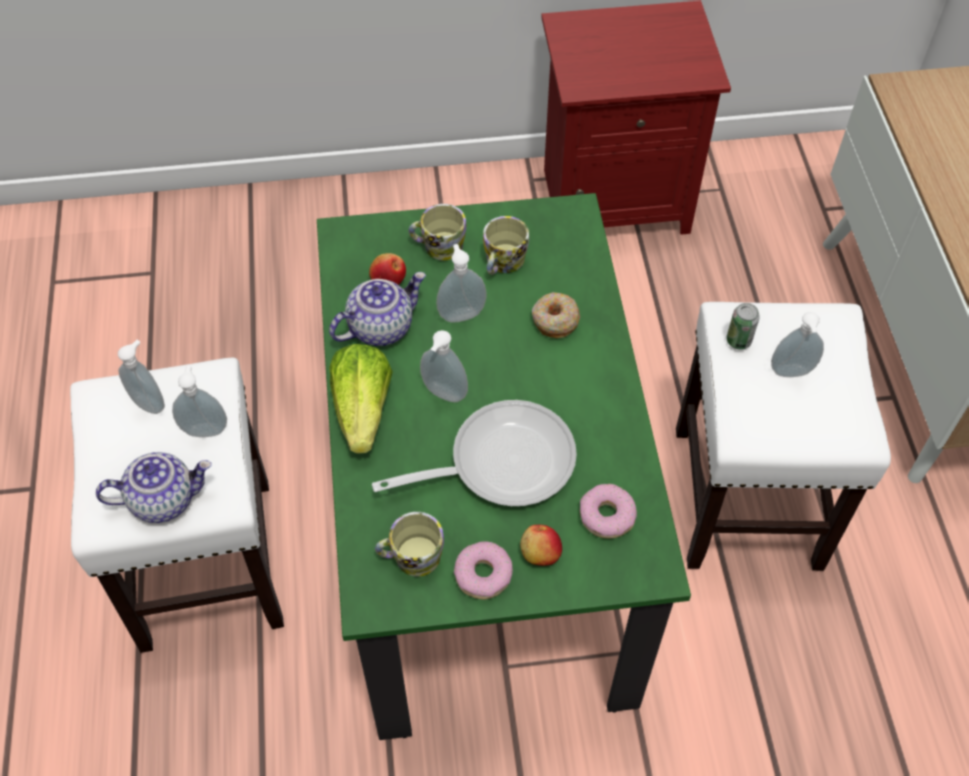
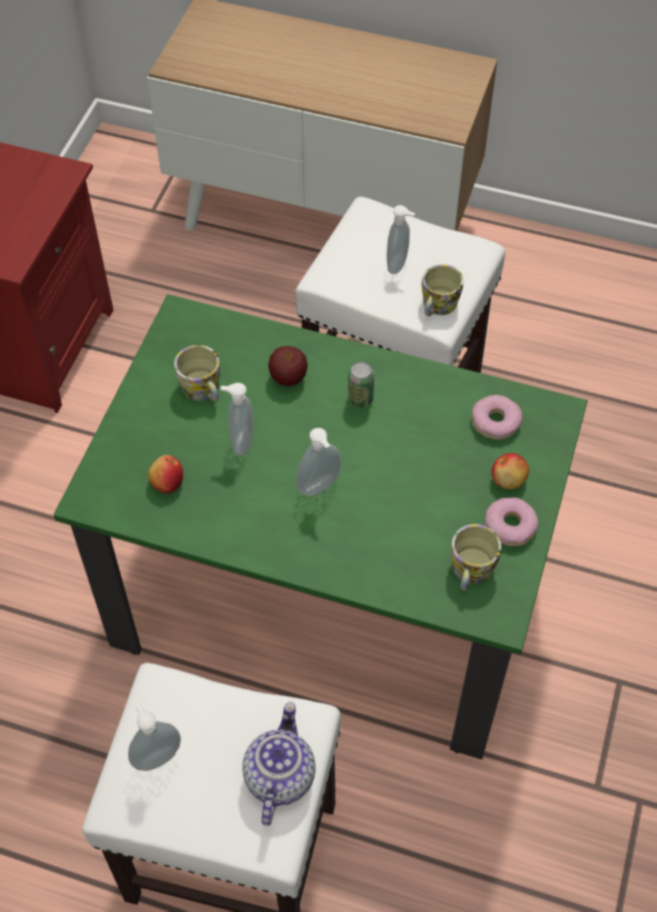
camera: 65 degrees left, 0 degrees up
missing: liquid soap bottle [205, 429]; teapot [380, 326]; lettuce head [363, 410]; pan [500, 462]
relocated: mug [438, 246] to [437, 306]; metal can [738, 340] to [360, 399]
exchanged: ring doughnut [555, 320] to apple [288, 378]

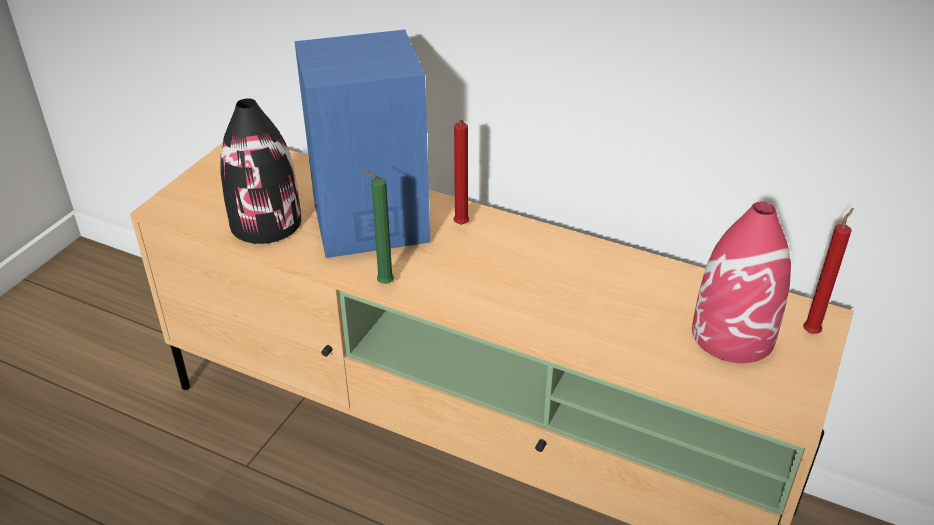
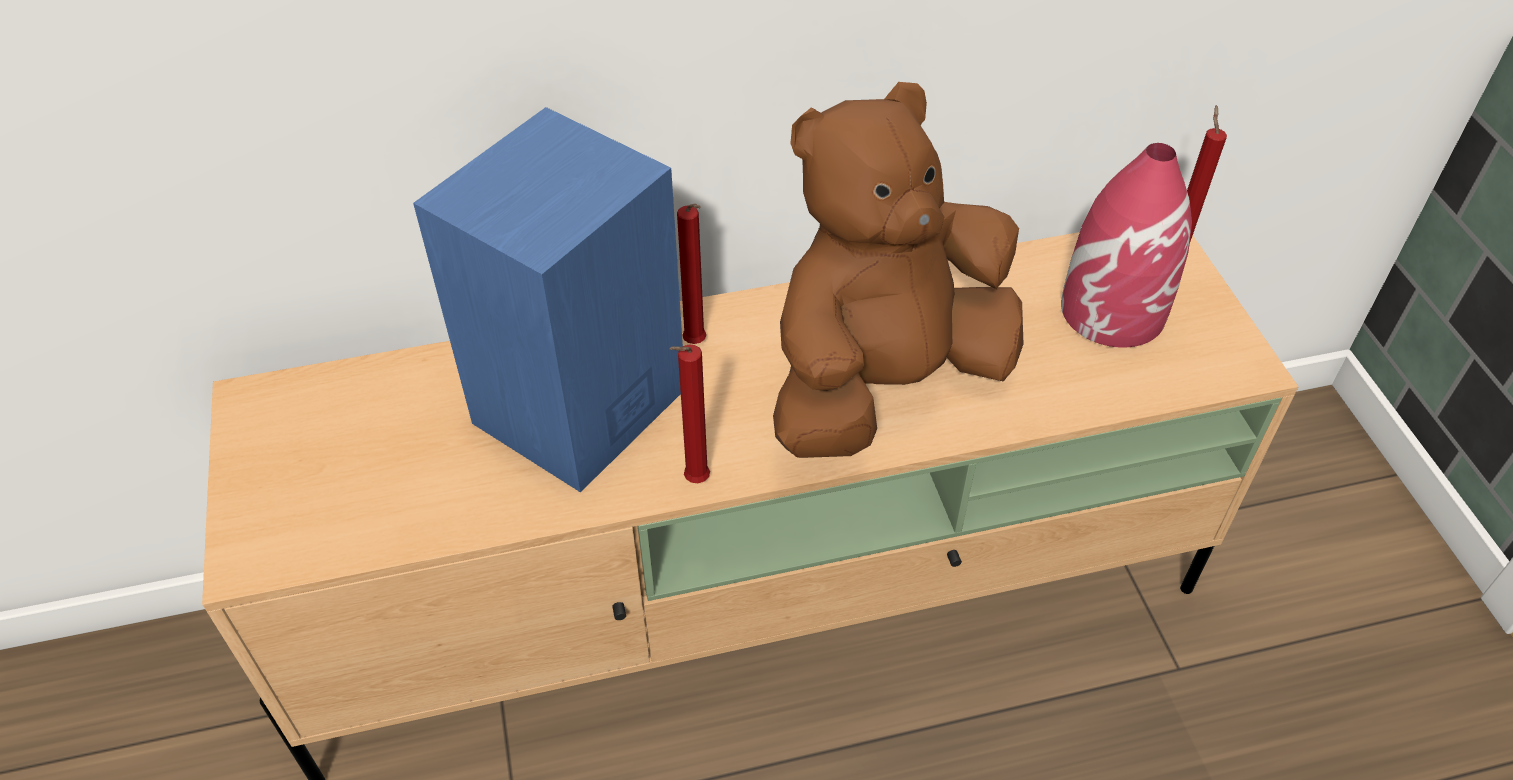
camera: 40 degrees left, 10 degrees up
missing: vase (black) [266, 222]
appeared: cuddly toy (brown-coloured) [883, 382]
colour: candle (greenish) [382, 283] to candle (red-coloured) [693, 482]

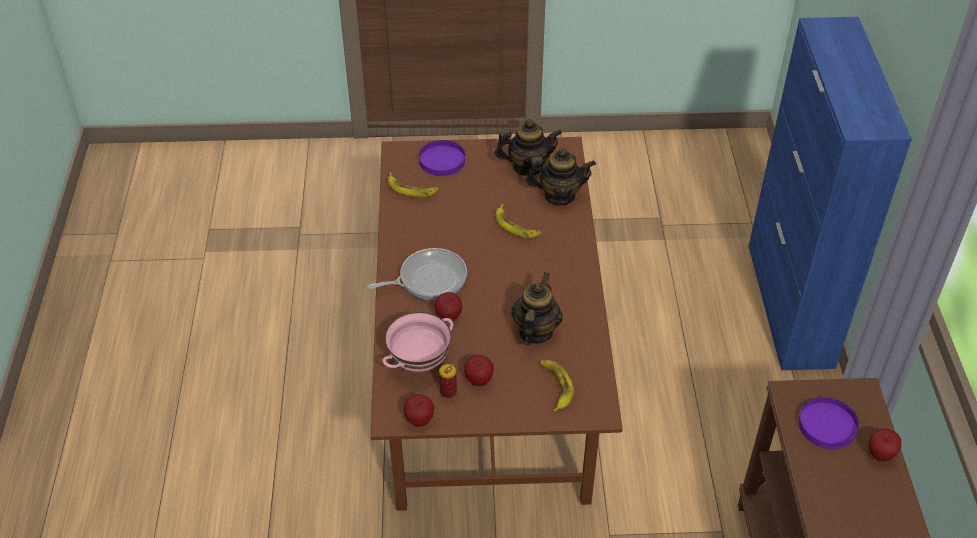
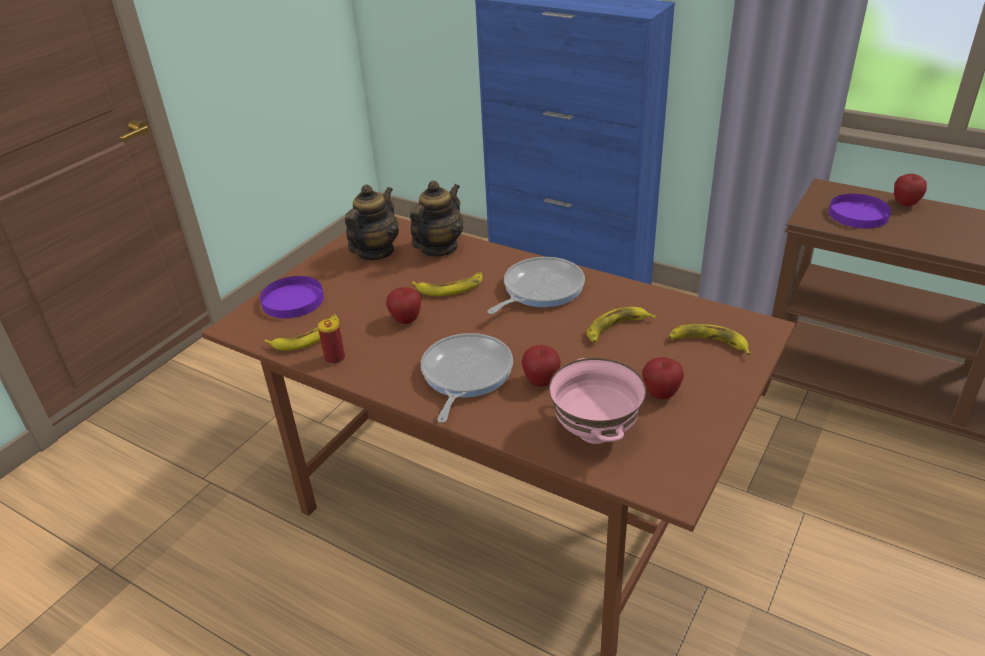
camera: 55 degrees left, 10 degrees down
appeared: pan [539, 289]
relocated: apple [419, 420] to [406, 320]; metal can [448, 392] to [335, 358]
exchanged: teapot [535, 331] to banana fruit [616, 329]

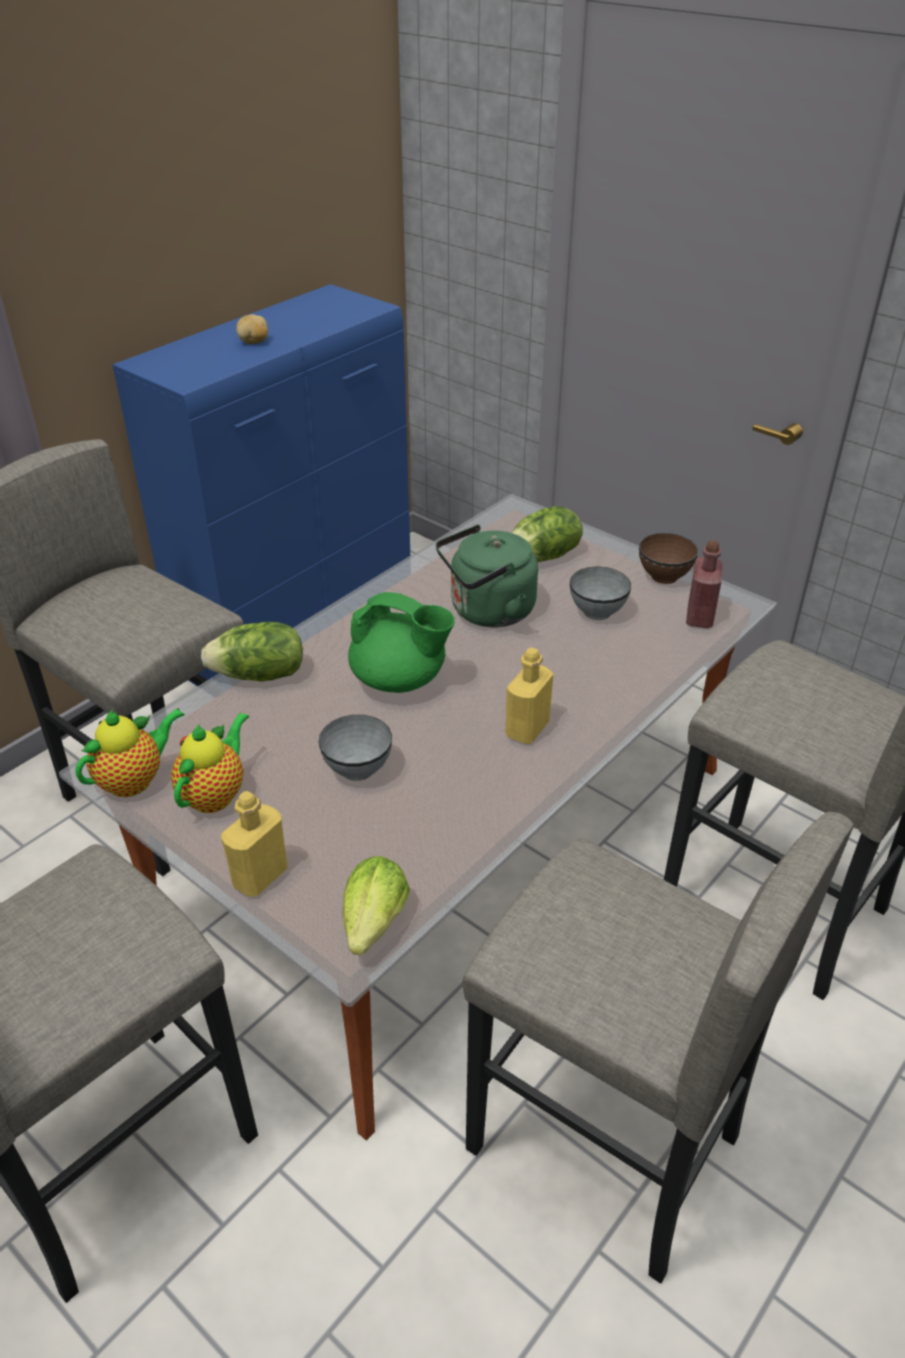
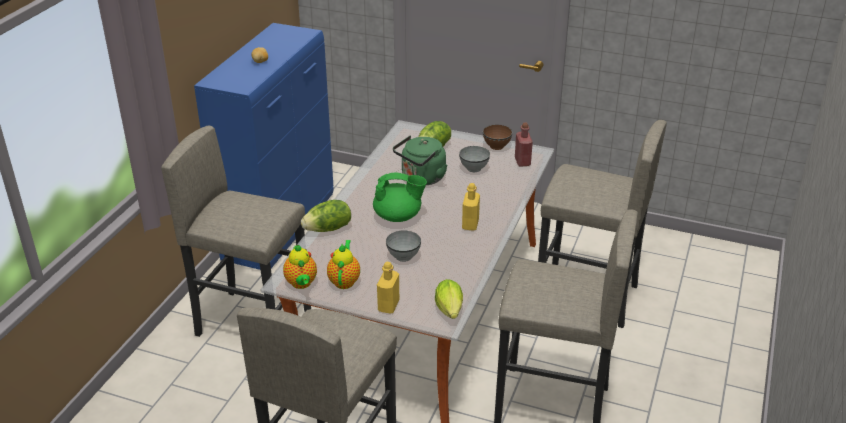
camera: 20 degrees left, 5 degrees down
spun: teapot [135, 780] = [301, 284] 135 degrees clockwise

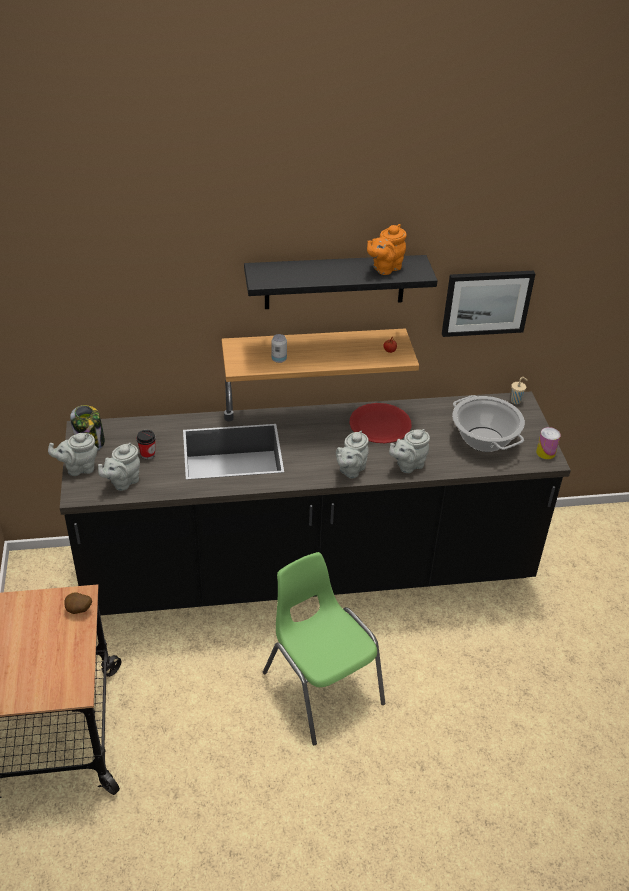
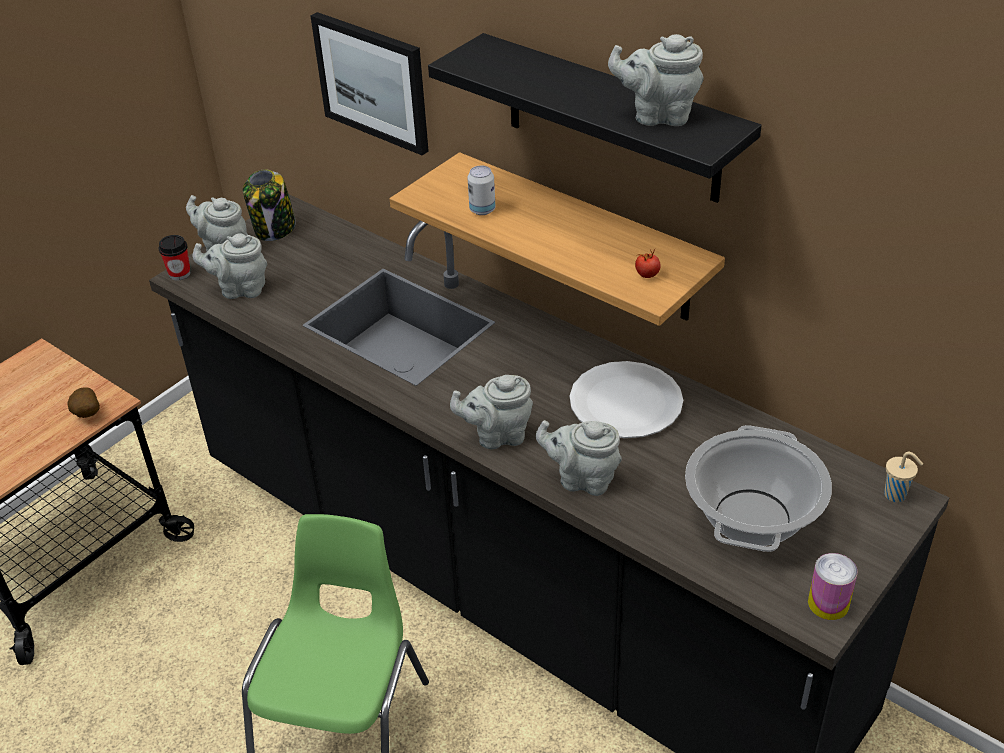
camera: 50 degrees right, 0 degrees up
relocated: drinking cup [147, 454] to [179, 274]; wall picture [486, 302] to [373, 82]
colour: flat dish (red-coloured) [380, 425] to flat dish (white-coloured) [626, 403]; teapot (orange) [385, 268] to teapot (grey) [658, 115]

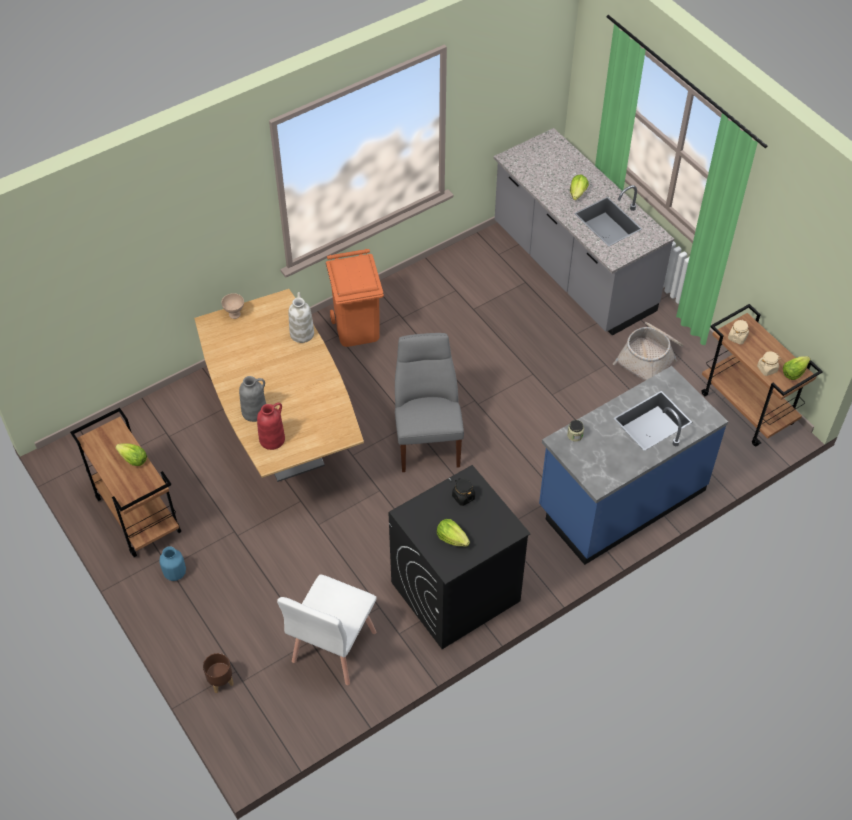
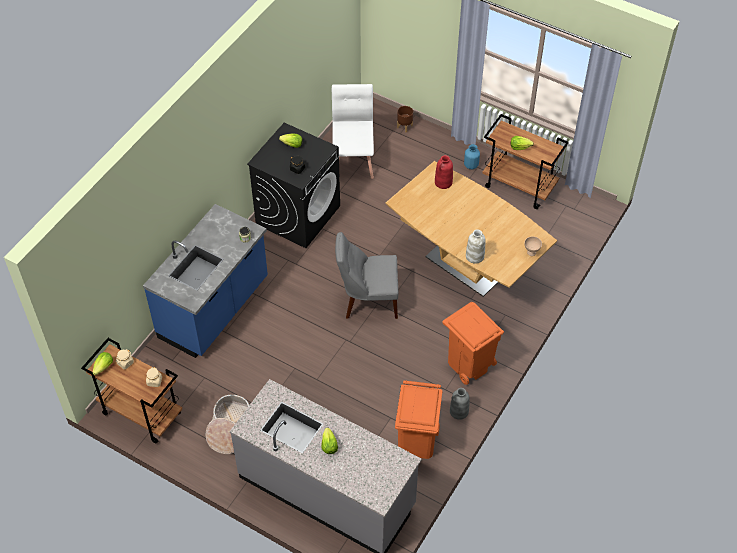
camera: 155 degrees right, 0 degrees up
appeared: waste bin (orange) [417, 441]
relocated: vase (grey) [255, 411] to [459, 411]
spun: upright chair (grey) [427, 438] = [368, 301] 120 degrees clockwise

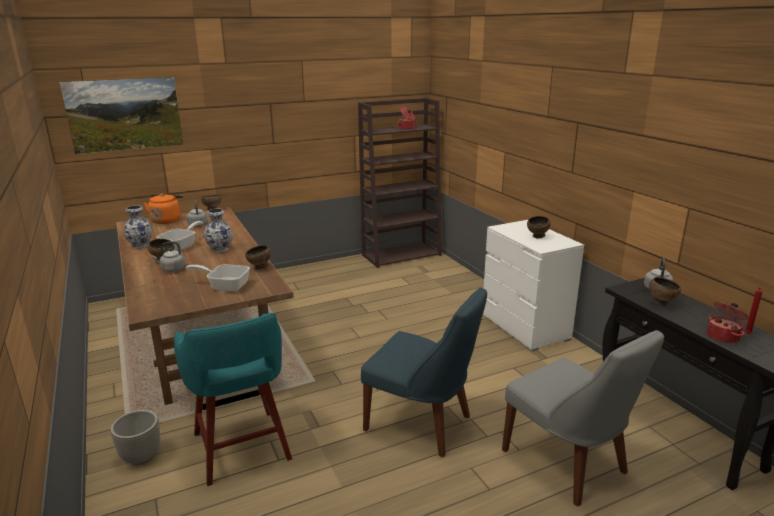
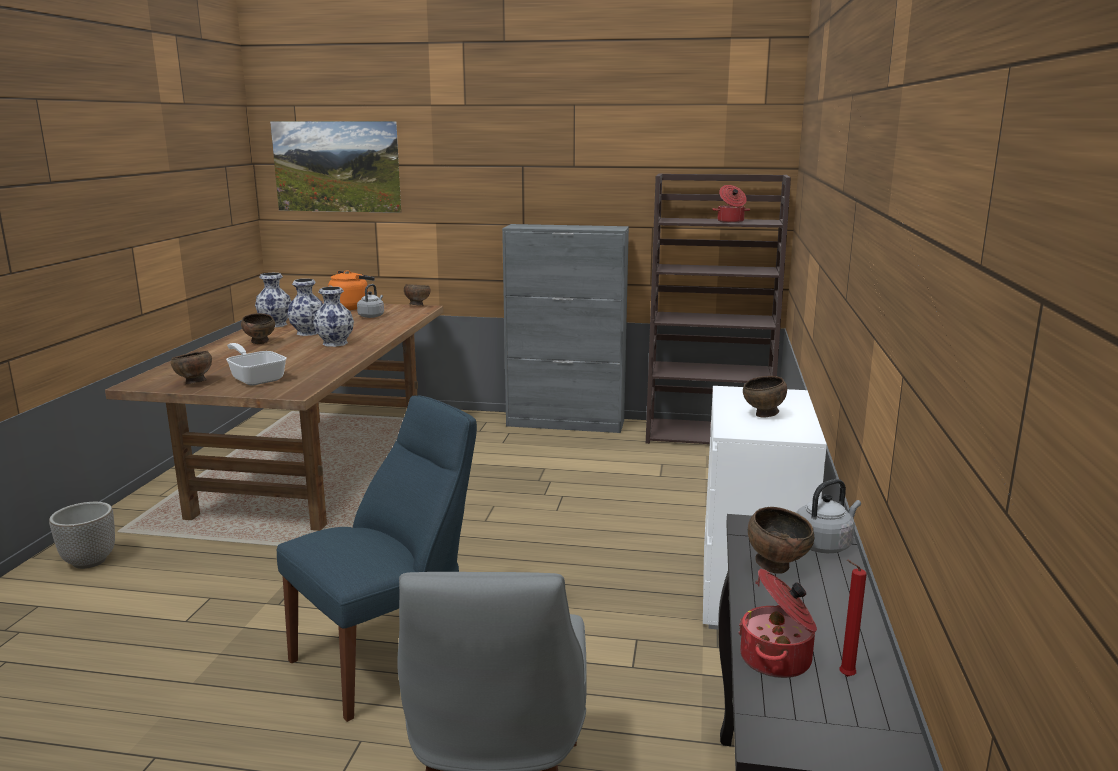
camera: 35 degrees right, 5 degrees down
missing: water kettle (grey) [172, 269]; sitting stool (blue-green) [242, 448]
appeared: cupboard (grey) [566, 423]
relocated: bowl (brown-coloured) [259, 268] to [194, 383]
exchanged: pan [182, 246] to vase [308, 333]
spun: upright chair (blue-coloured) [422, 424] = [390, 656] 105 degrees counterclockwise

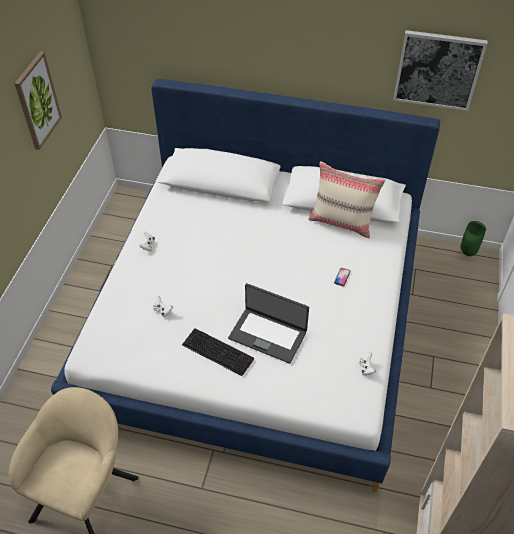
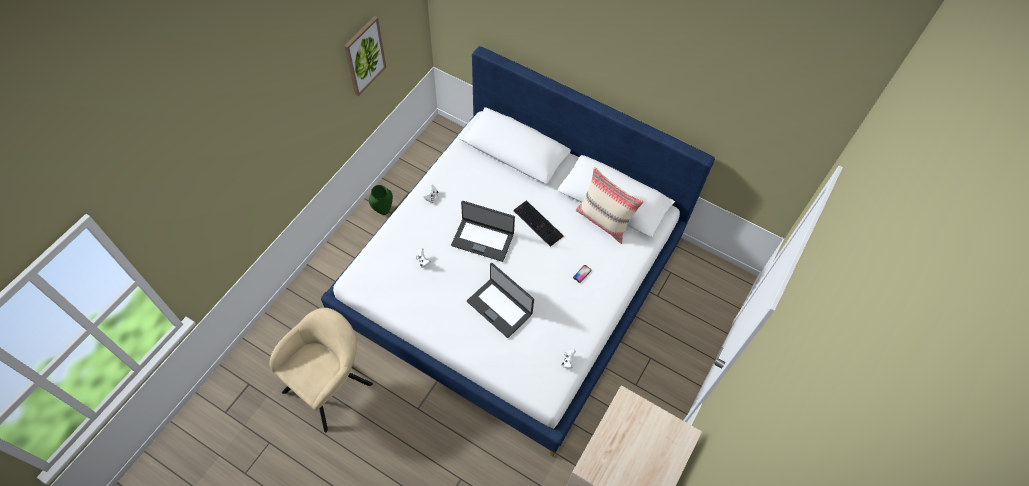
camera: 15 degrees right, 10 degrees up
missing: wall picture [438, 70]
appeared: portable computer [483, 239]
relocated: computer keyboard [219, 351] to [539, 223]; vase (greenish) [467, 252] to [383, 210]

